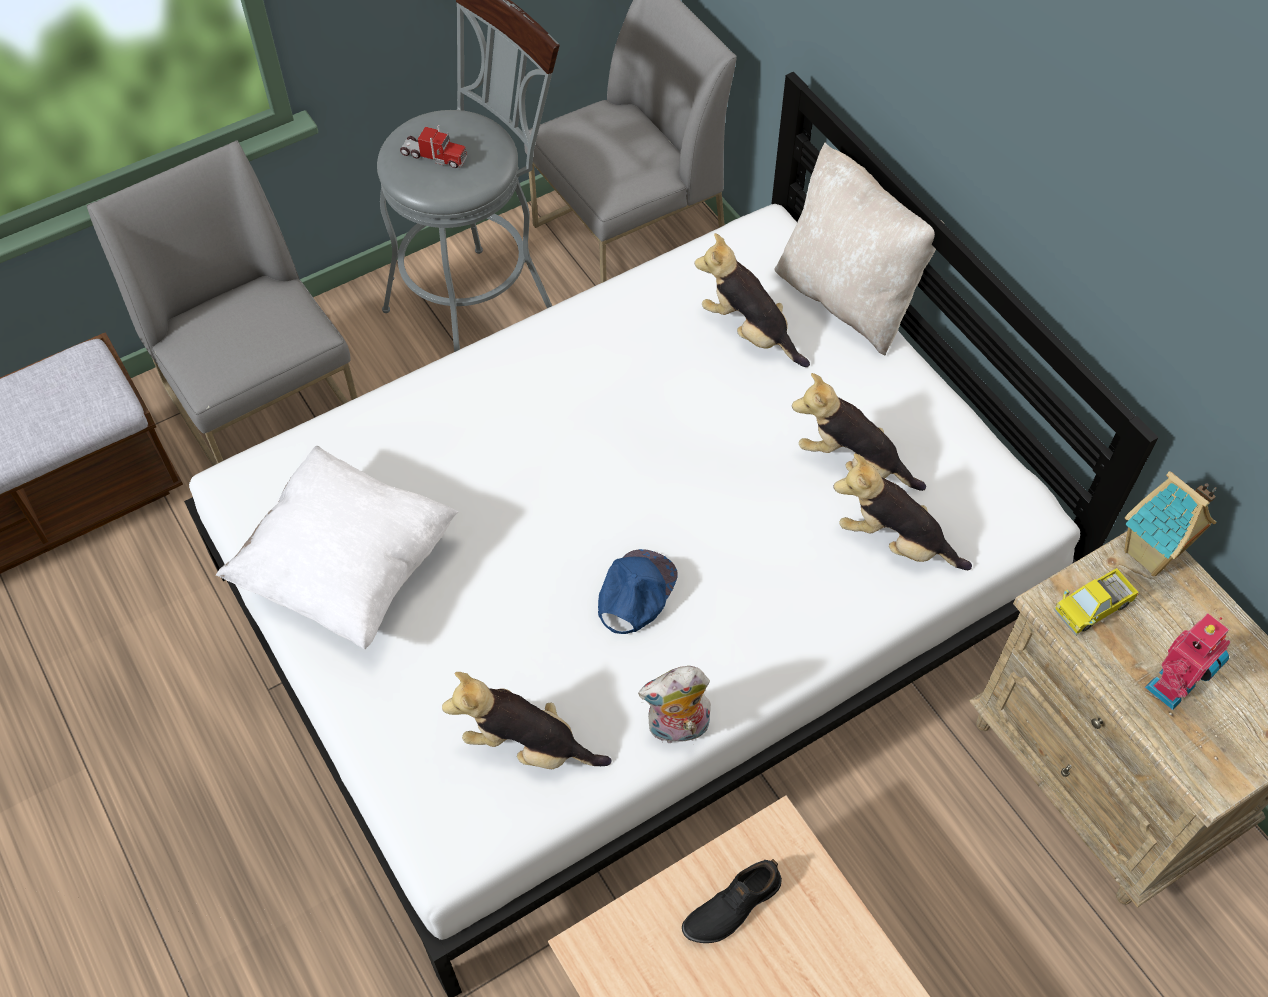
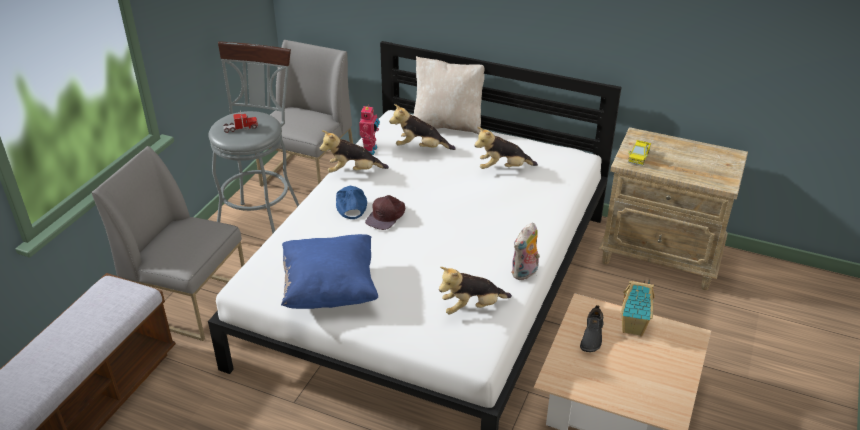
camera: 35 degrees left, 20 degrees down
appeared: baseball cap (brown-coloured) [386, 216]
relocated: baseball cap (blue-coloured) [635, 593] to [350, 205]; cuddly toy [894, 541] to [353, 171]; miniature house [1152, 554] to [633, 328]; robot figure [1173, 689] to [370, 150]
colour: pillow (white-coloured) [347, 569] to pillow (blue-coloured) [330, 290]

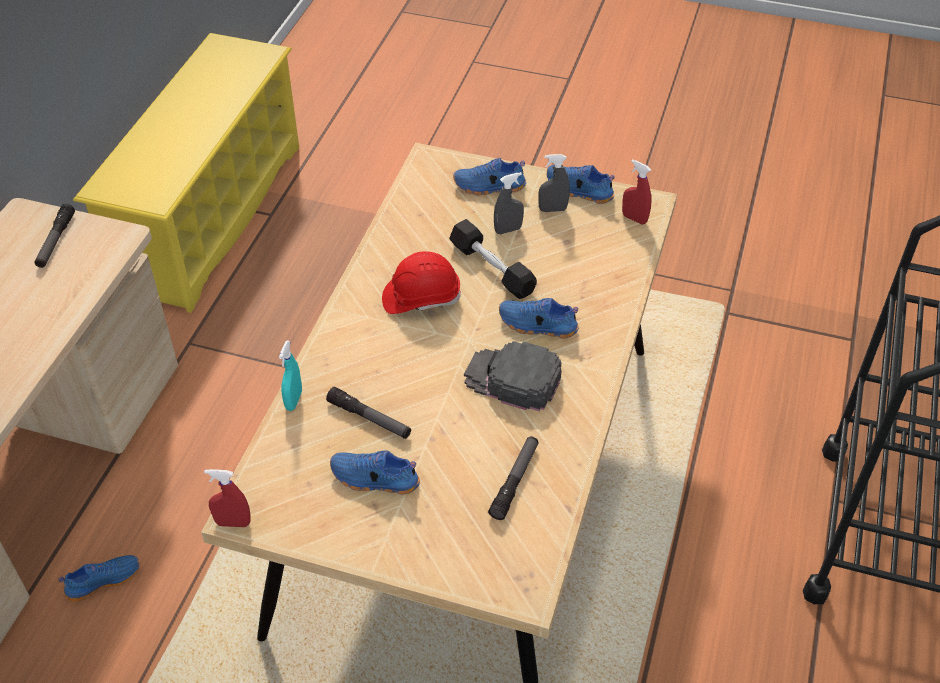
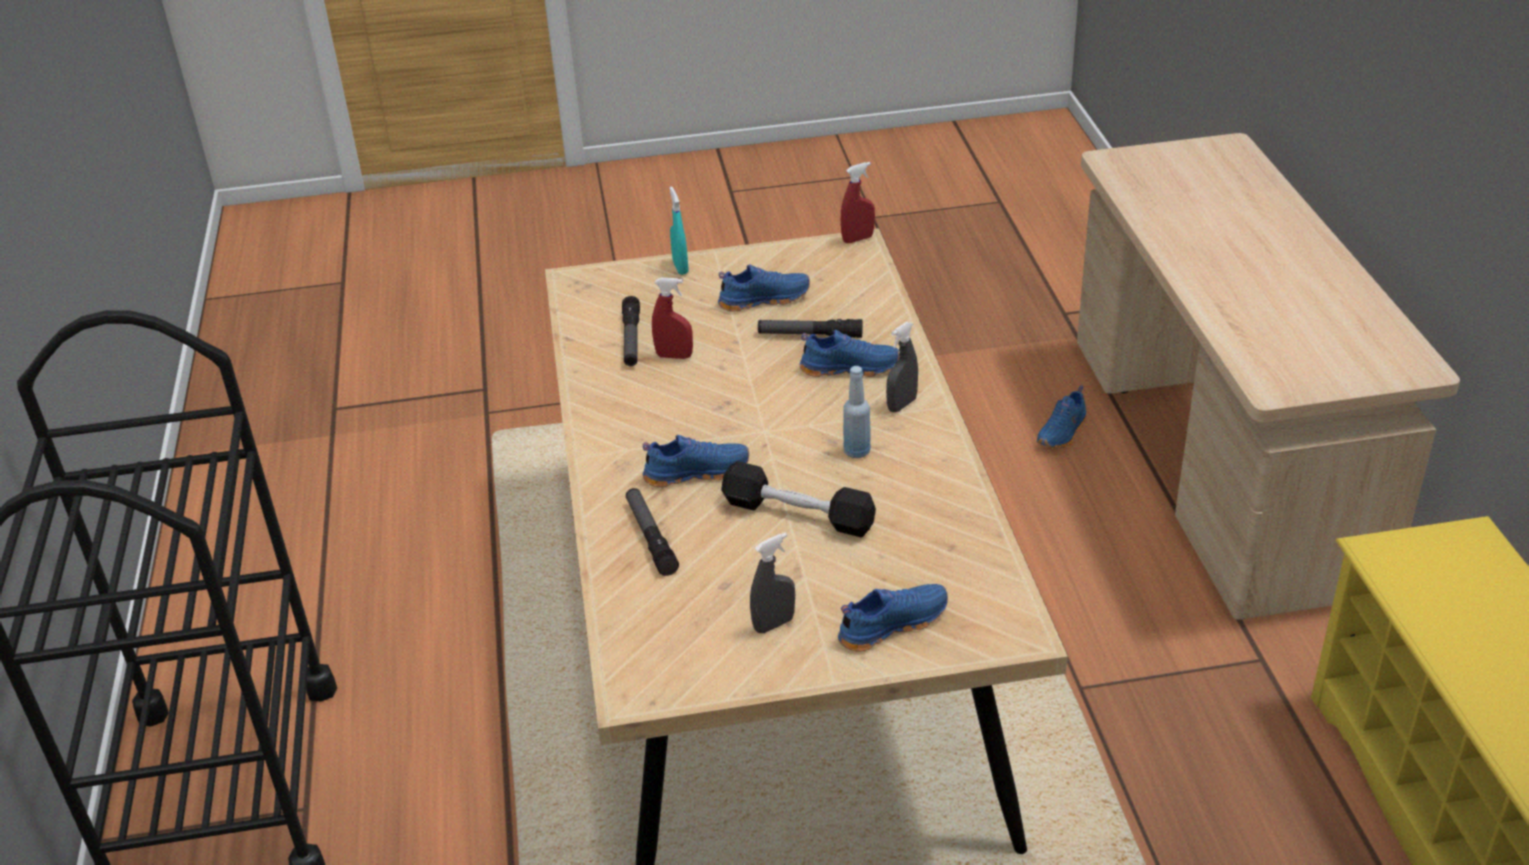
camera: 155 degrees right, 10 degrees down
missing: baseball cap (black) [512, 380]
relocated: hand torch [56, 241] to [651, 537]; spray bottle (blue-green) [293, 400] to [680, 267]; spray bottle (grey) [508, 230] to [902, 405]; item of footwear (blue-coloured) [578, 191] to [849, 367]; spray bottle (red-coloured) [634, 218] to [674, 356]
exchanged: safety helmet (red-coloured) [421, 298] to bottle (blue-coloured) [857, 451]

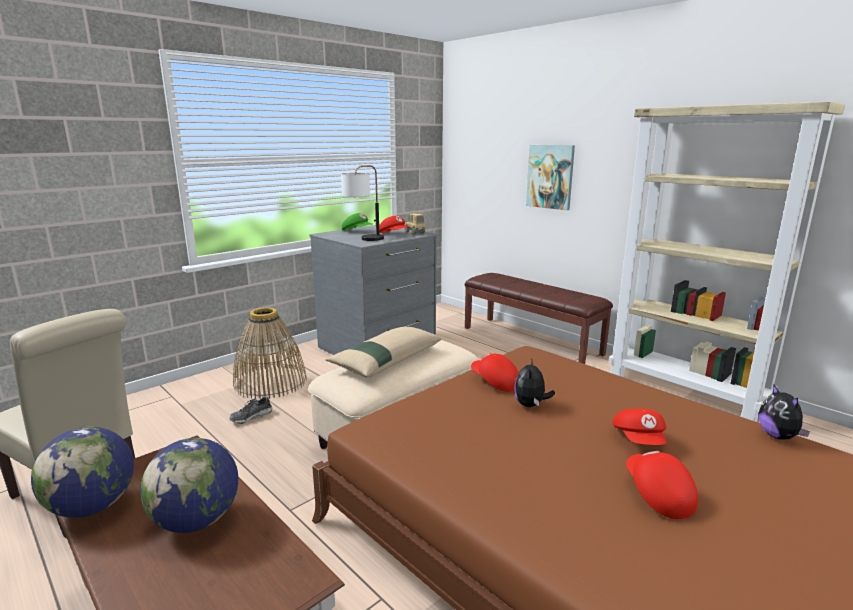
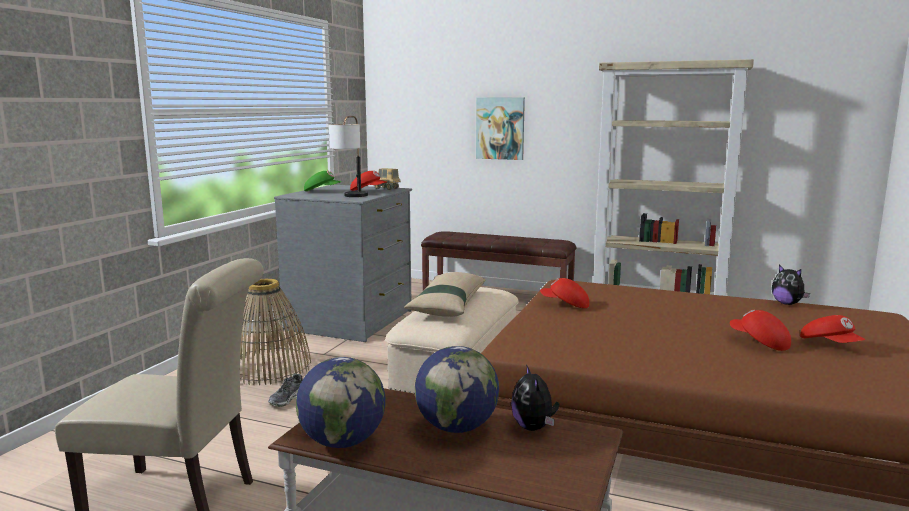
camera: 25 degrees left, 5 degrees down
relocated: cuddly toy [531, 405] to [534, 427]; baseball cap (red-coloured) [639, 440] to [830, 345]

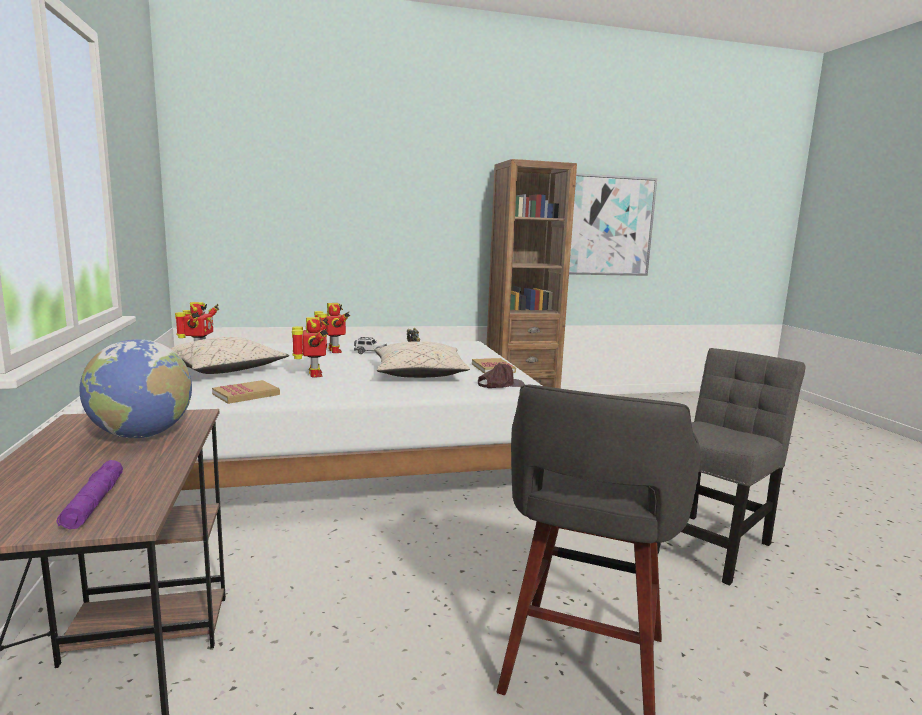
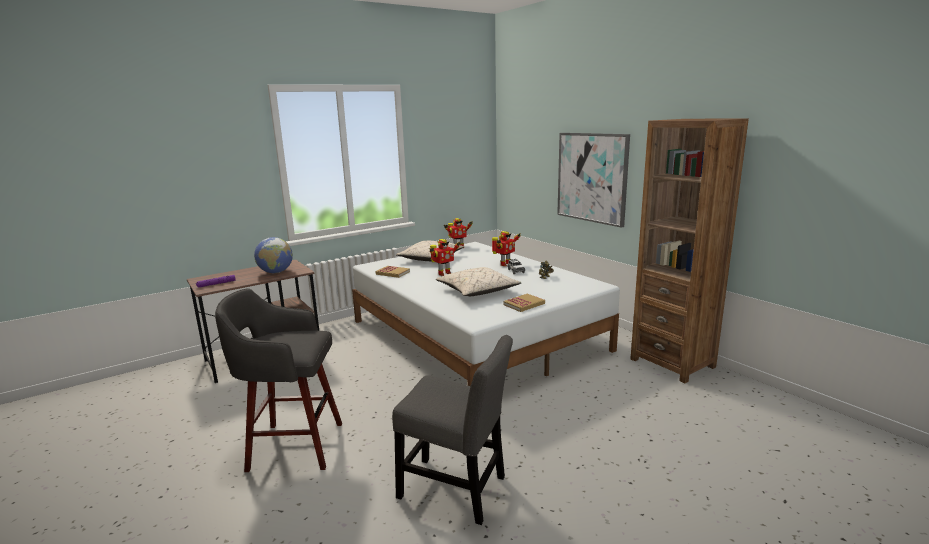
camera: 70 degrees right, 5 degrees up
missing: baseball cap (brown-coloured) [500, 384]
relocated: wall picture [606, 226] to [592, 177]

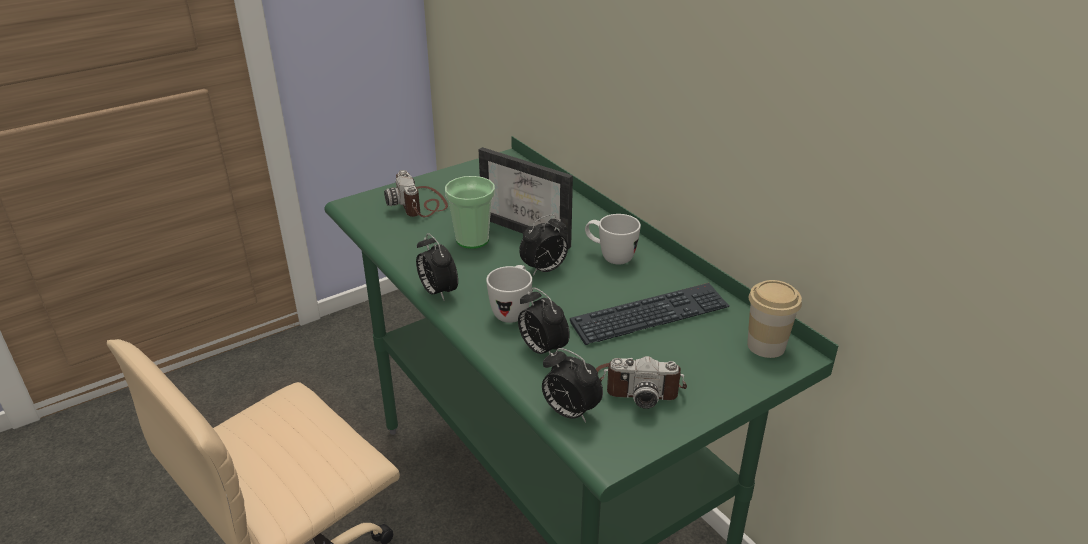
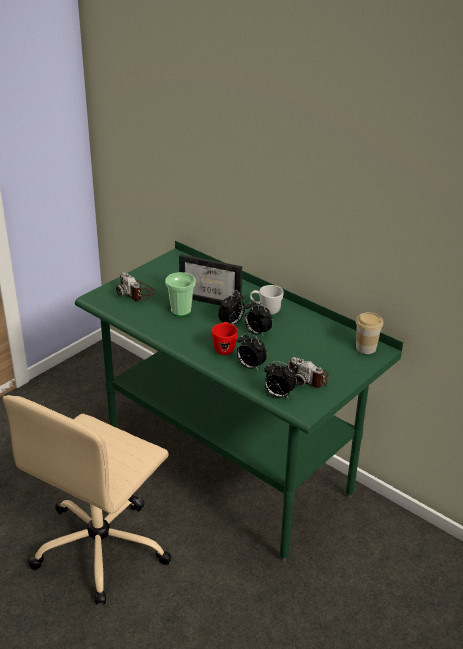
camera: 15 degrees left, 0 degrees up
missing: computer keyboard [650, 316]
relocated: bedside clock [437, 292] to [257, 333]
colour: mug (white-coloured) [513, 311] to mug (red-coloured) [224, 348]
spun: photo camera [639, 385] = [308, 377] 45 degrees clockwise

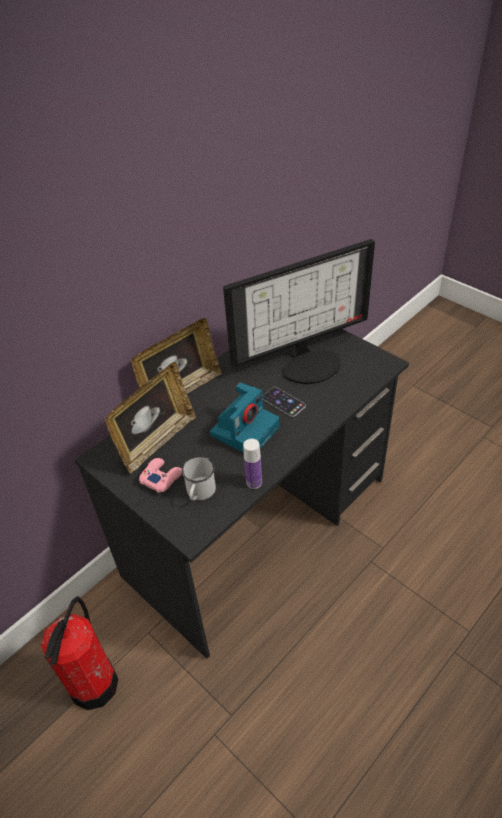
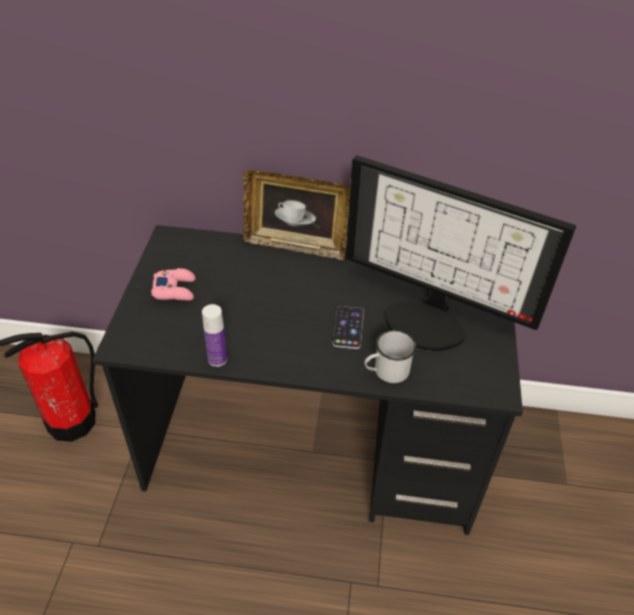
camera: 50 degrees right, 0 degrees up
missing: photo frame [156, 441]; photo camera [245, 430]
relocated: mug (white-coloured) [199, 493] to [386, 371]

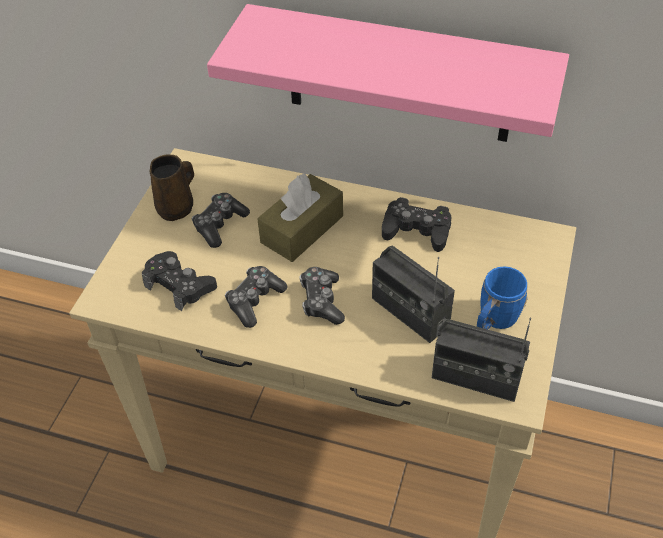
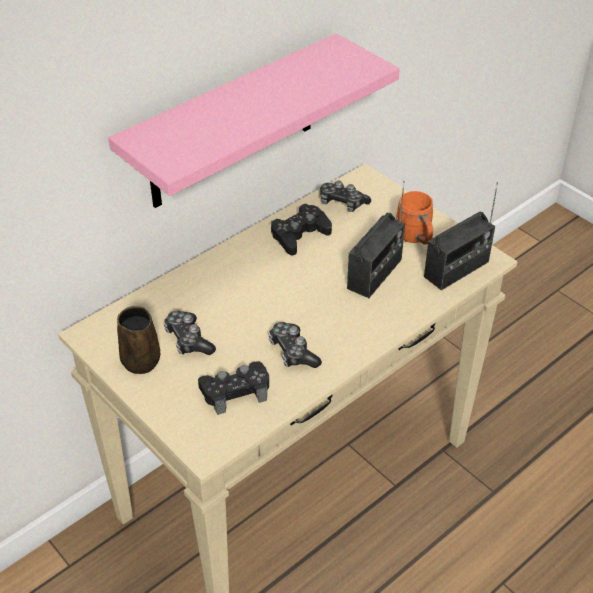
camera: 60 degrees left, 5 degrees down
missing: box of tissues (brown-coloured) [302, 229]
relocated: game controller [321, 301] to [342, 203]
colour: mug (blue-coloured) [494, 321] to mug (orange) [416, 238]
spun: radio set [409, 312] = [375, 274] 45 degrees counterclockwise

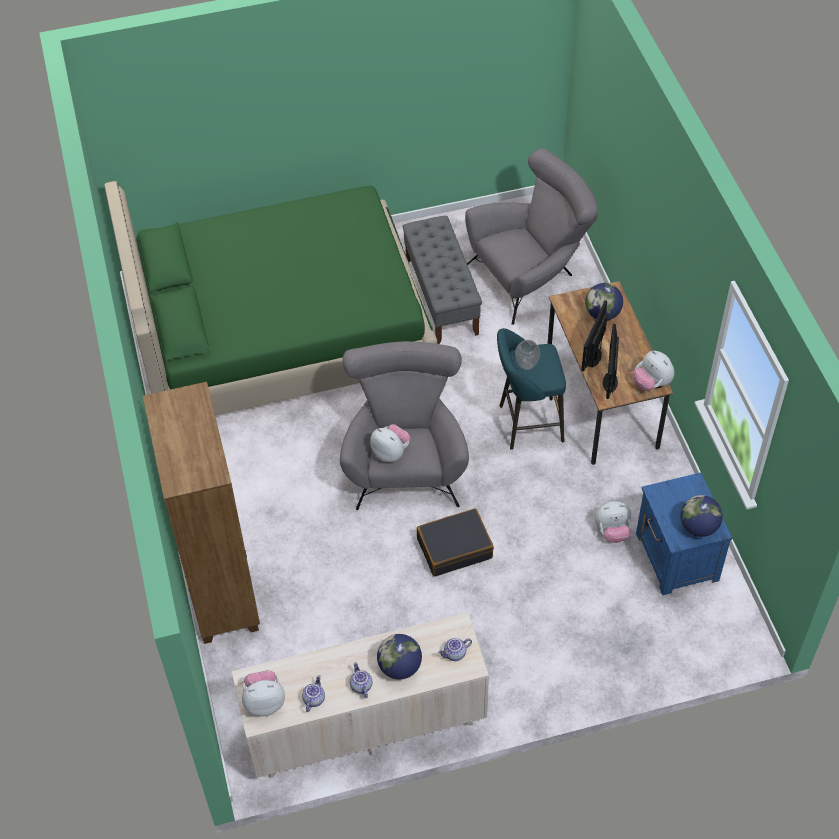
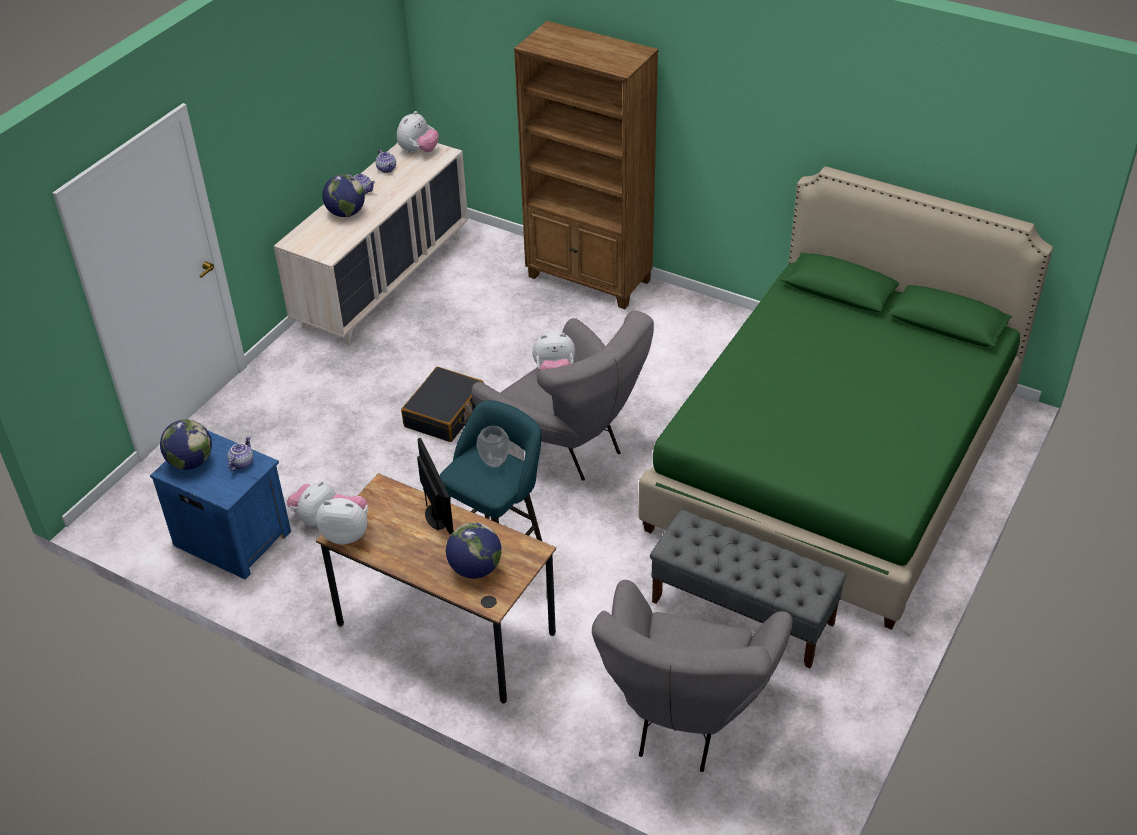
camera: 135 degrees right, 10 degrees down
missing: monitor [609, 382]
relocated: teapot [455, 654] to [241, 462]

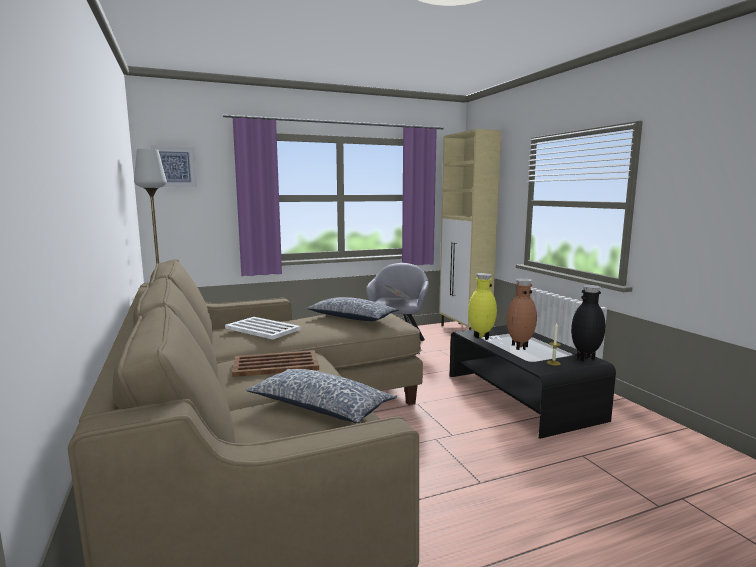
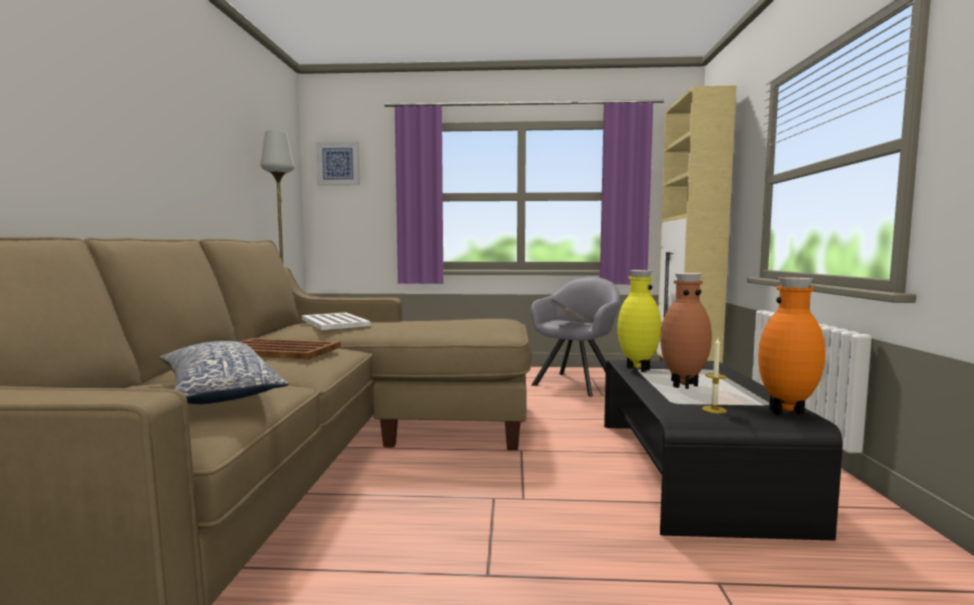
camera: 25 degrees right, 5 degrees down
missing: pillow [351, 318]
colour: vase (black) [586, 358] to vase (orange) [788, 412]

